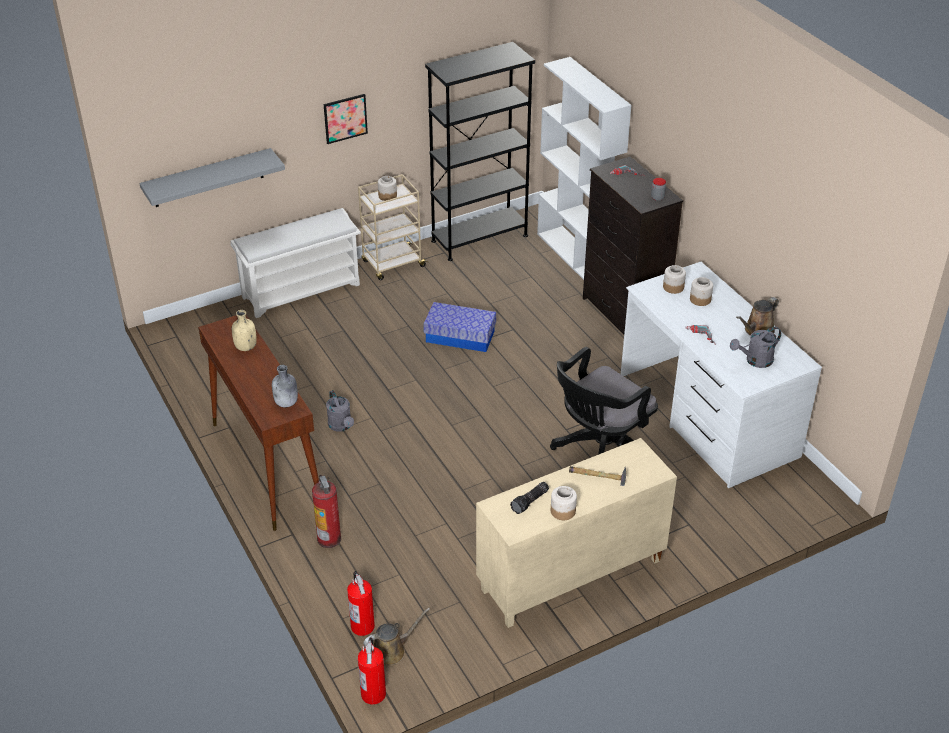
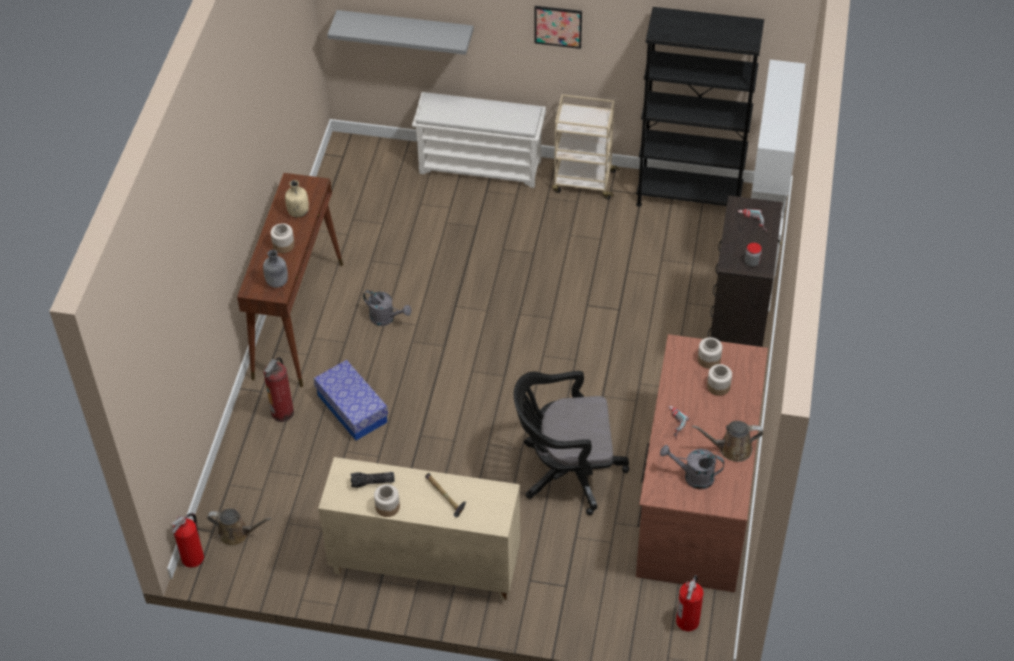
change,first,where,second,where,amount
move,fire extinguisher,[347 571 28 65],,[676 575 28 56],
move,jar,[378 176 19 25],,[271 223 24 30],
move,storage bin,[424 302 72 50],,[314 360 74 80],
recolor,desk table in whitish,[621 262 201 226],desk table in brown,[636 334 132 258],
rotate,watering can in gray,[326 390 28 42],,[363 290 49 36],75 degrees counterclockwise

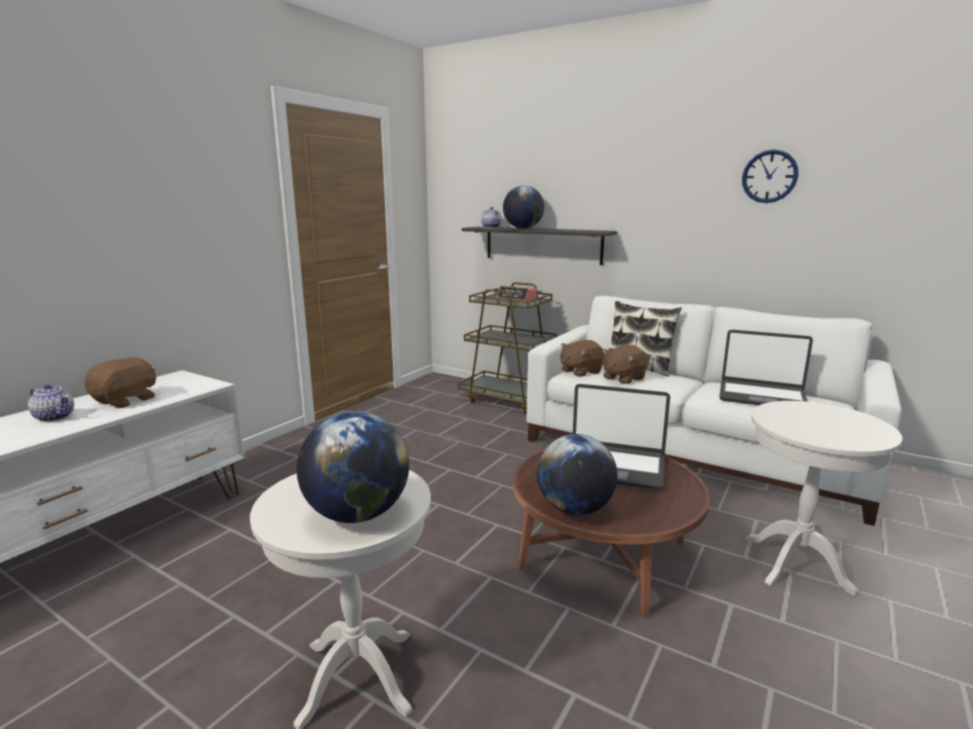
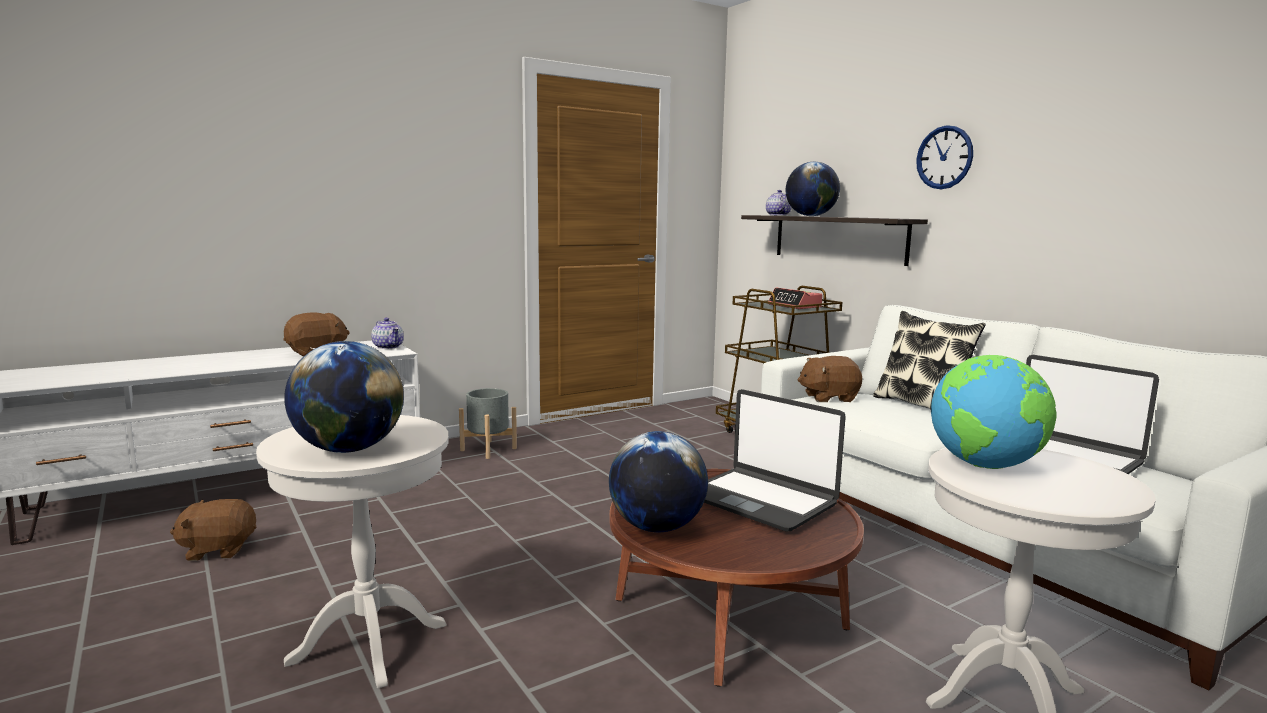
change,first,where,second,where,amount
insert,,,plant pot in gray,[459 388 58 71],
insert,,,world globe,[931 355 125 114],
move,tea pot,[28 384 46 38],,[371 318 33 31],
move,soft toy in brown,[602 345 47 39],,[170 499 87 62],
move,wall clock,[742 149 56 54],,[916 125 57 64],

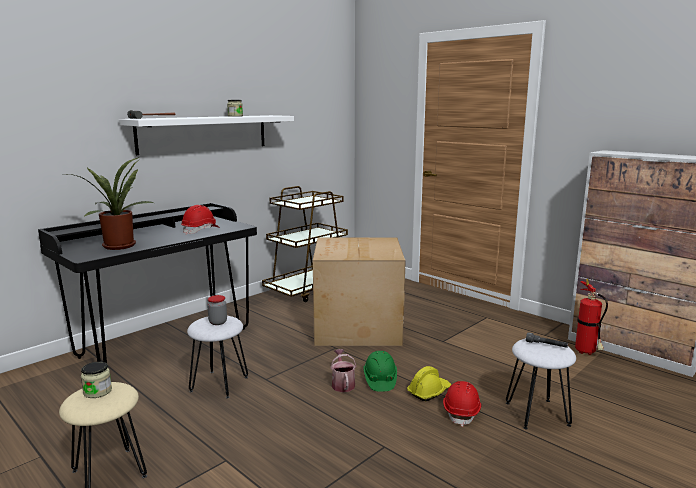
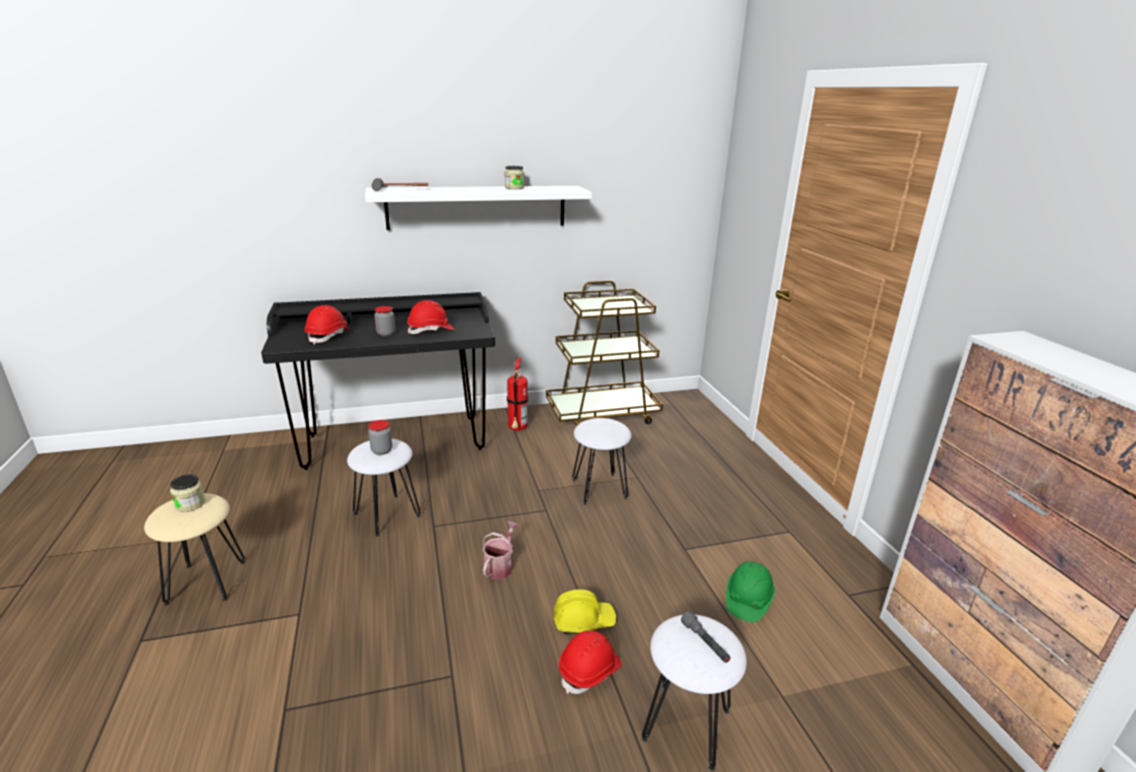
change,first,where,second,where,amount
insert,,,jar,[374 306 21 30],
move,safety helmet in greenish,[363 351 34 41],,[726 562 49 60],
move,fire extinguisher,[575 279 33 76],,[507 356 21 76],
replace,plant in a pot,[68 157 85 93],safety helmet in reddish,[305 305 47 40],
replace,cardboard box,[313 238 93 108],sitting stool in whitish,[572 418 60 87],

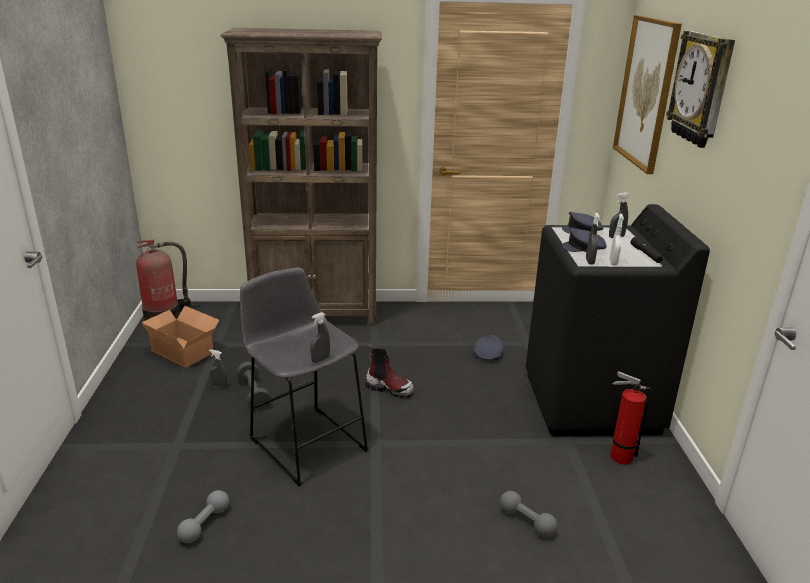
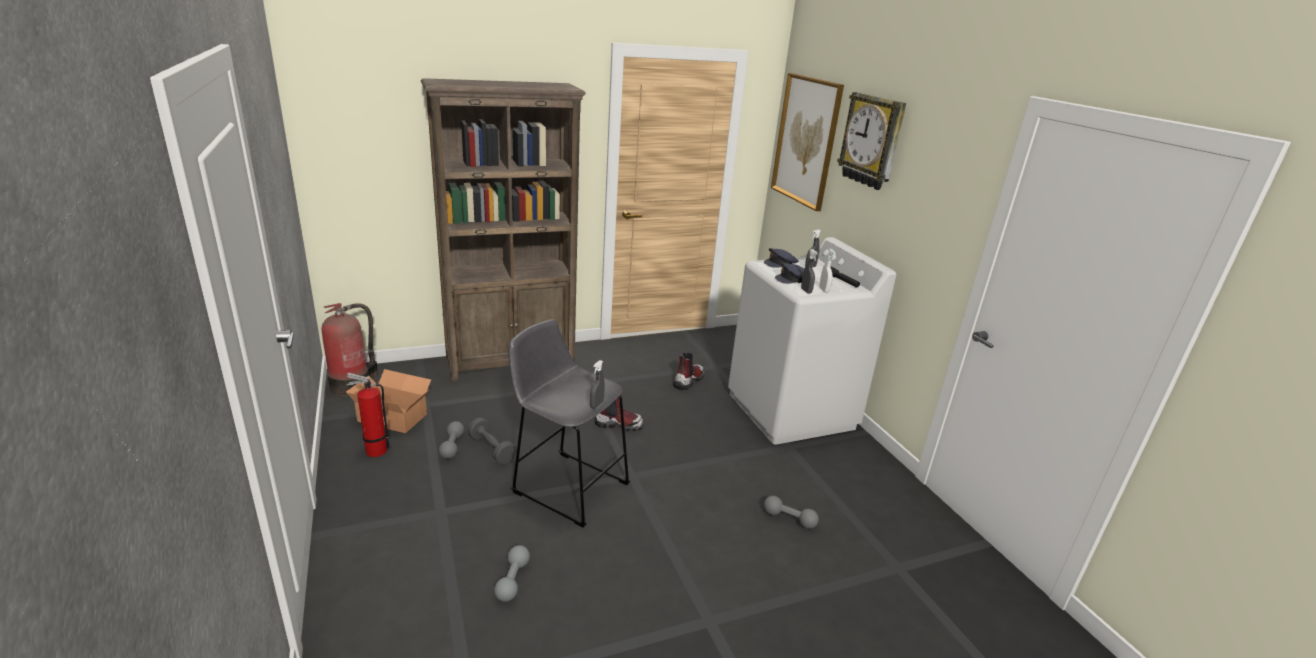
change,first,where,second,where,amount
move,fire extinguisher,[610 371 42 94],,[346 373 44 84],
replace,spray bottle in gray,[209 350 19 38],dumbbell in gray,[439 421 26 38],
replace,cap in gray,[474 335 30 25],tall boot,[673 352 31 39],
recolor,washing machine in black-coloured,[526 204 184 233],washing machine in whitish,[728 237 168 208],

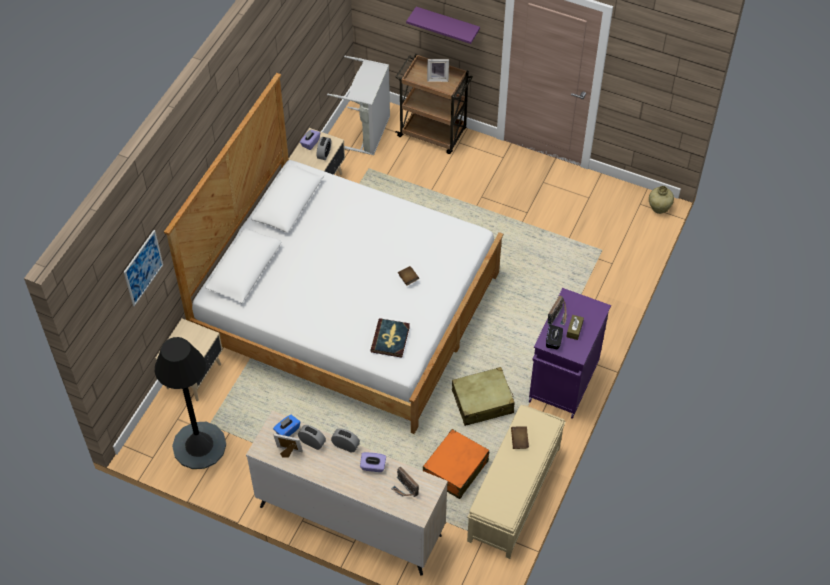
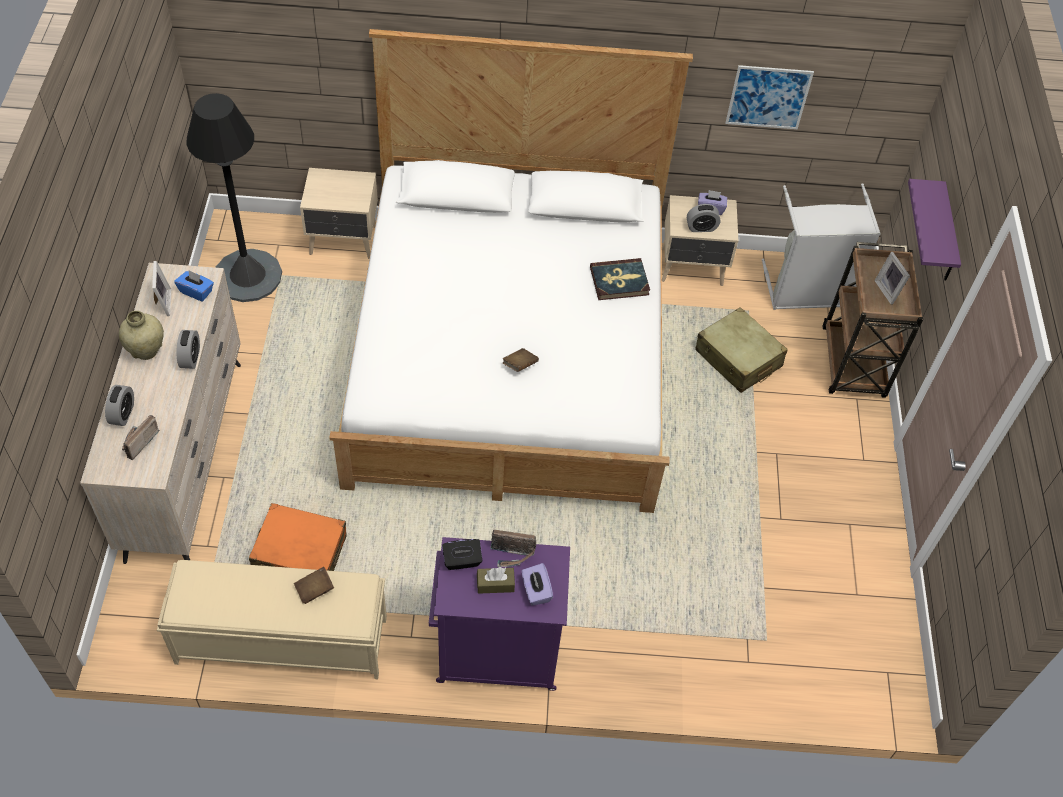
change,first,where,second,where,amount
move,wall picture,[124 230 39 76],,[725 65 89 64],
move,table clock,[298 425 28 25],,[105 385 29 41],
move,tissue box in purple-coloured,[360 452 26 20],,[522 563 31 43],
move,book,[370 318 40 40],,[590 258 60 42],
move,travel case in sand-coloured,[452 367 62 59],,[695 307 93 86],
move,decorative vase in sand-coloured,[649 186 25 28],,[119 311 45 49],

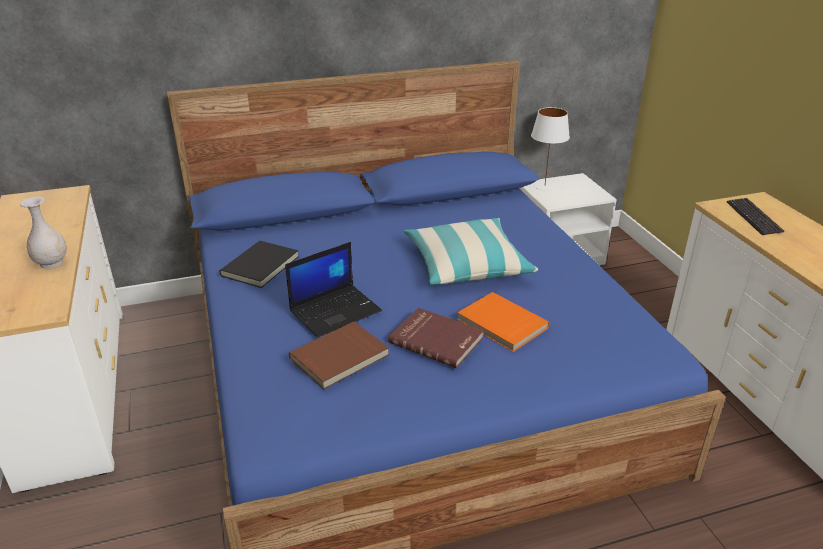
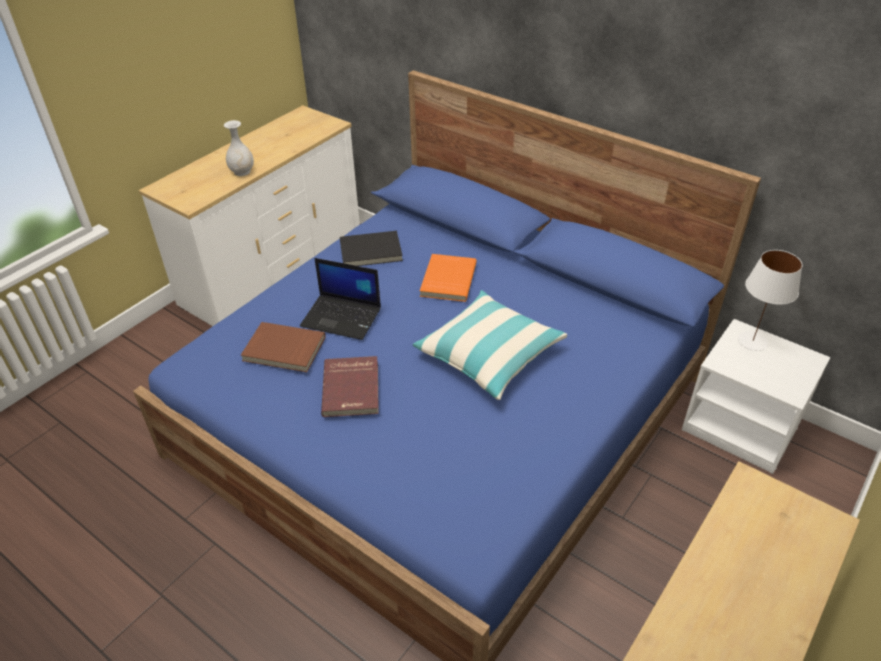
change,first,where,second,where,amount
delete,PC keyboard,[727 198 57 37],,,
move,book in orange-coloured,[457 292 92 60],,[420 254 57 48],

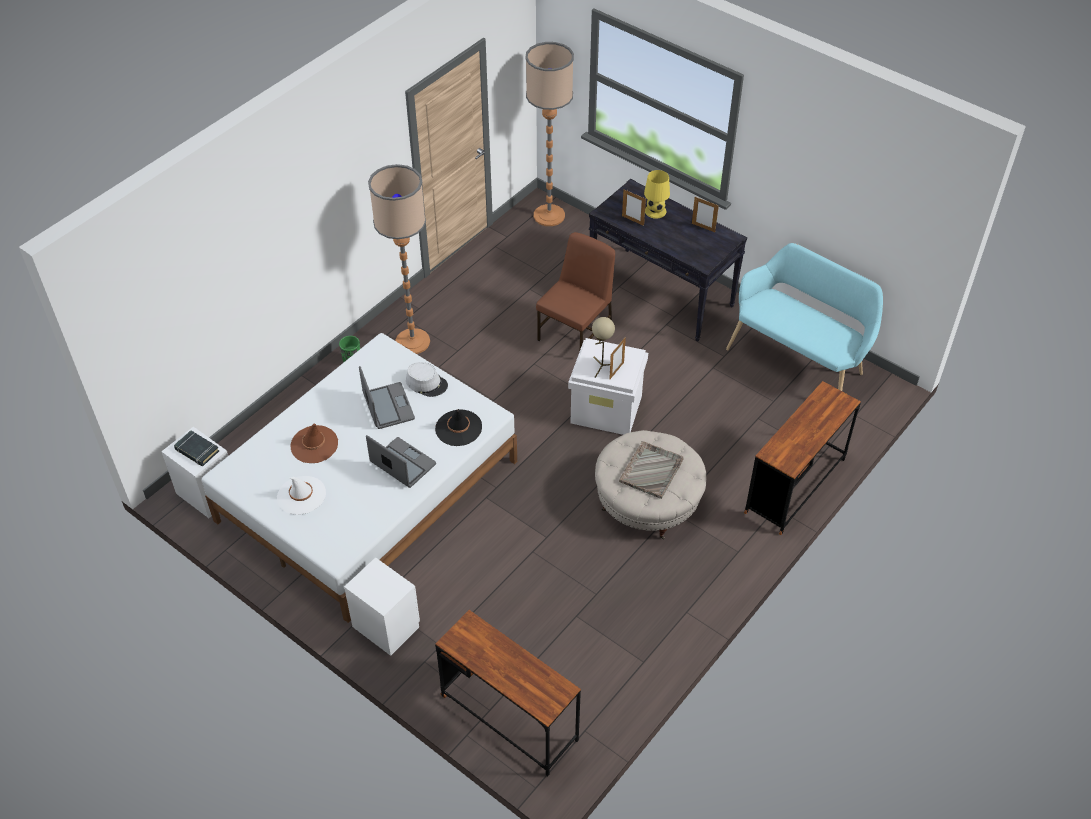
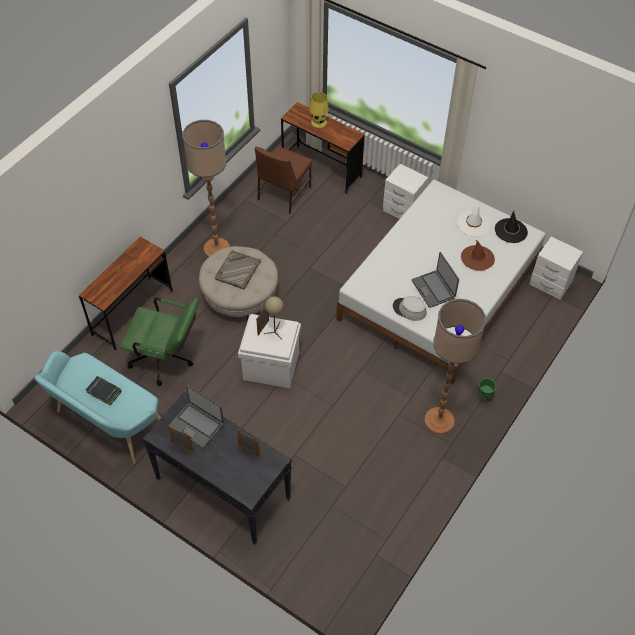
change,first,where,second,where,amount
insert,,,desk chair in greenish,[120 297 79 89],
move,book in black-coloured,[174 430 45 36],,[86 376 36 29],
move,portable computer,[366 435 70 53],,[169 385 55 63],
move,hat in black-coloured,[435 409 47 37],,[495 210 33 33],
move,floor lamp,[526 42 48 184],,[182 120 48 137],
move,chair in brown,[536 232 79 117],,[255 146 57 68],
move,table lamp in yellow-coloured,[644 170 26 49],,[310 92 19 36],

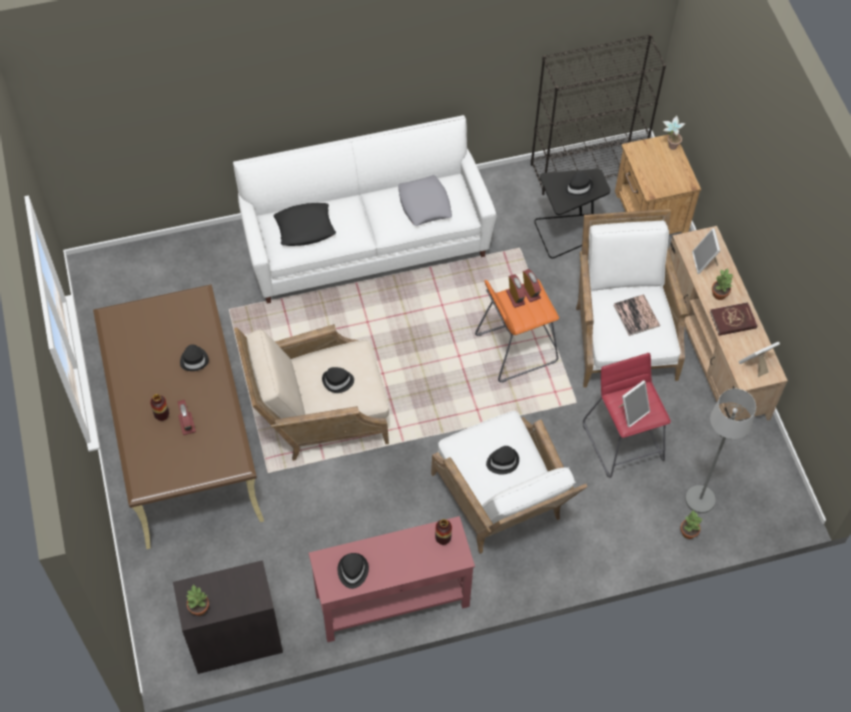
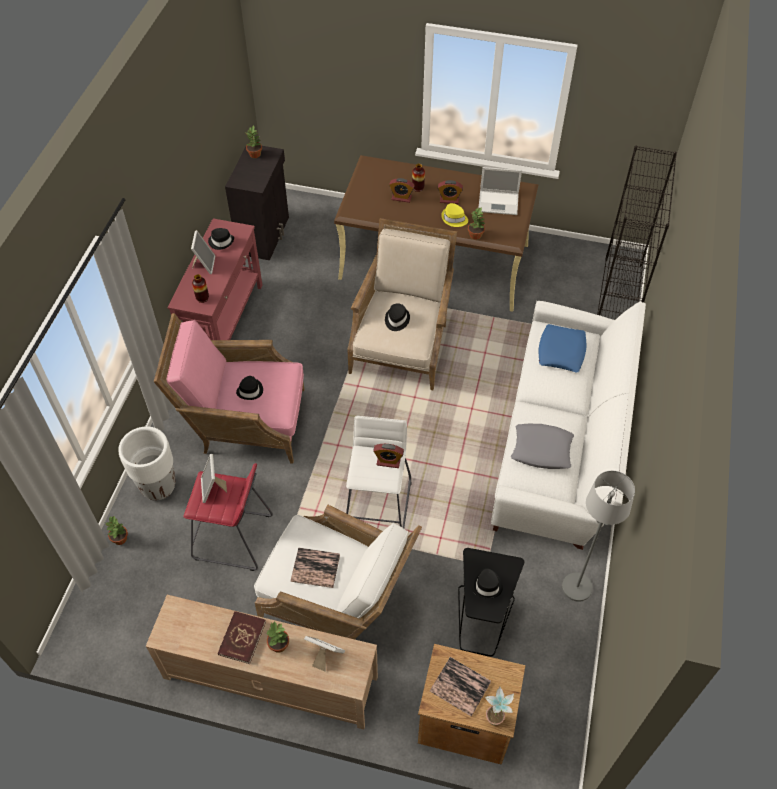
change,first,where,second,where,amount
insert,,,plant pot in whitish,[118 426 57 75],
insert,,,book,[430 657 61 59],
insert,,,plant in a pot,[468 207 17 33],
insert,,,portable computer,[478 167 44 48],
move,table clock,[522 269 19 33],,[438 180 25 24],
move,bookcase in black-coloured,[531 34 135 161],,[597 146 80 173],
move,floor lamp in gray,[685 389 71 124],,[562 471 73 131],
move,picture frame,[739 342 41 35],,[191 230 24 44],
recolor,hat in black-coloured,[180 344 29 27],hat in yellow-coloured,[441 203 27 24],
recolor,pillow in black-coloured,[273 203 63 43],pillow in bluish,[538 324 49 49],
recolor,armchair in whitish,[431 411 156 143],armchair in pink-coloured,[154 313 150 151],
recolor,sitting stool in orange-coloured,[475 279 84 104],sitting stool in whitish,[346 416 66 112],

